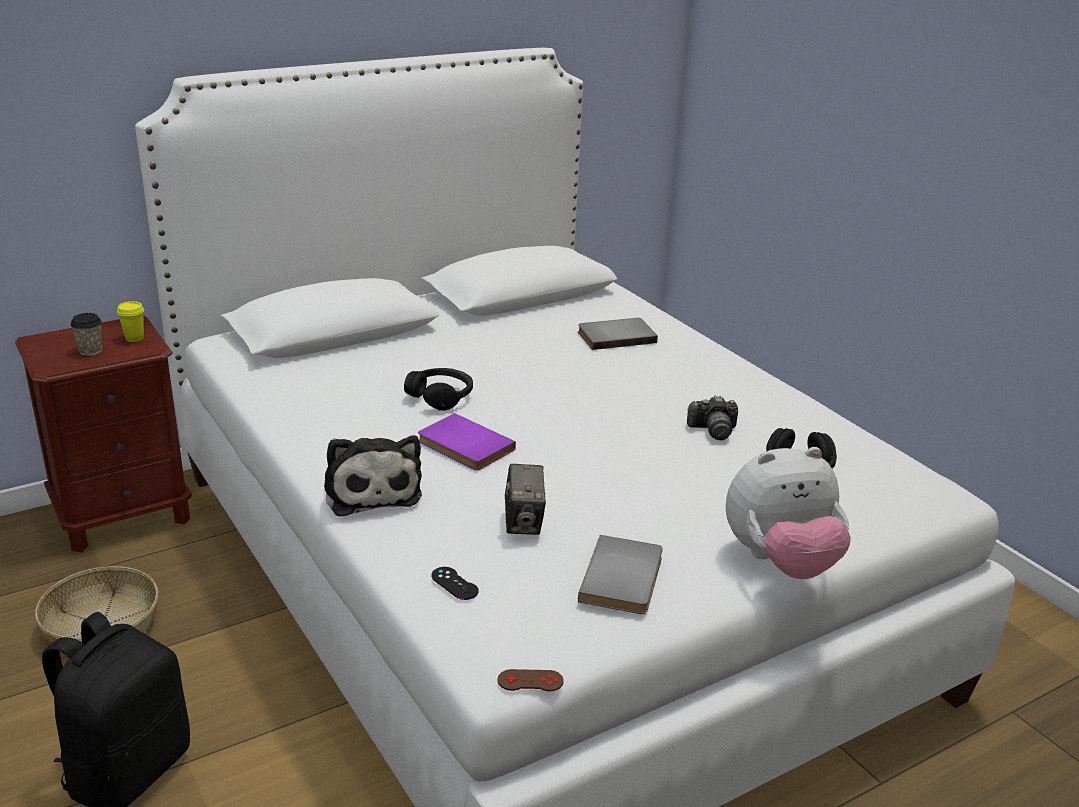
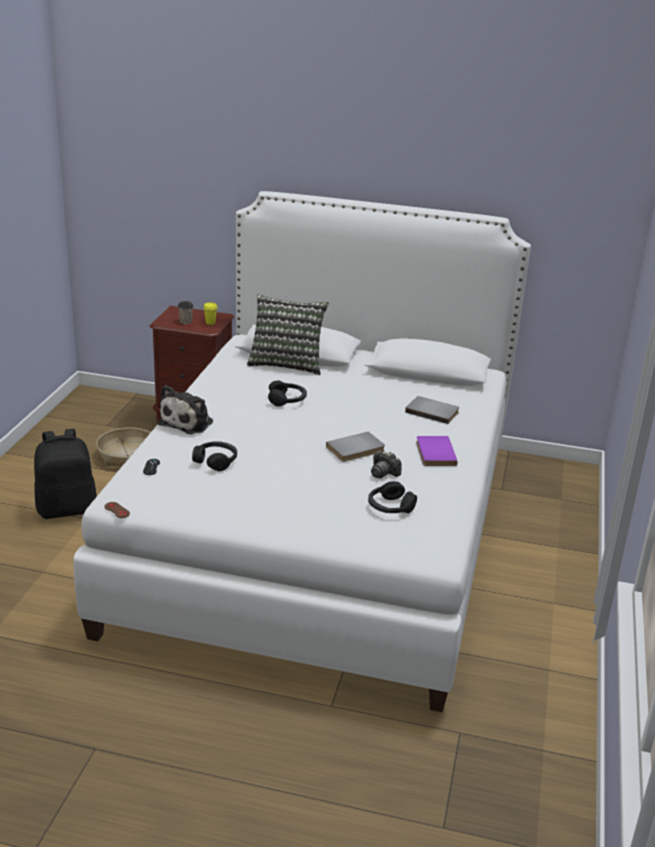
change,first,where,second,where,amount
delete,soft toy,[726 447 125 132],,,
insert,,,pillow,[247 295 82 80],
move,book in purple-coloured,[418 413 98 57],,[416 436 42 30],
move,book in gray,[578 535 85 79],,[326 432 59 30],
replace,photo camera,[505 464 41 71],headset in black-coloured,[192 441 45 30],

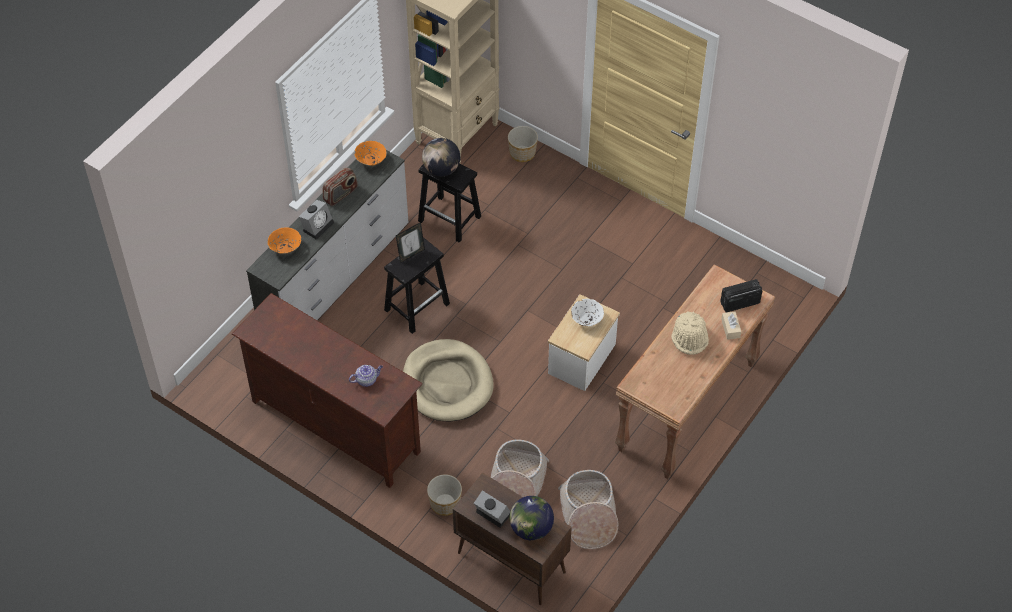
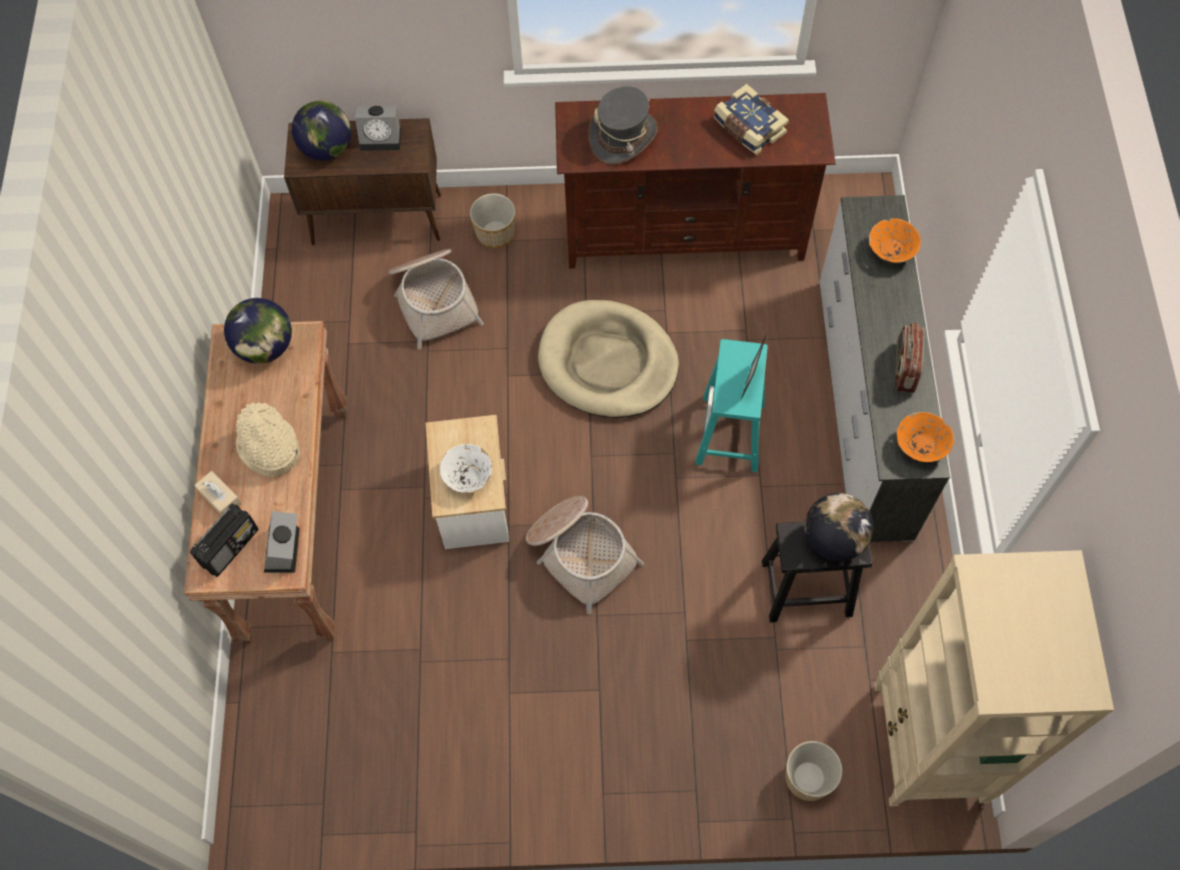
change,first,where,second,where,amount
insert,,,world globe,[224 298 68 66],
insert,,,book,[714 84 75 71],
move,table clock,[299 200 35 40],,[264 511 36 62],
move,storage basket,[558 470 60 79],,[526 496 118 118],
replace,tea pot,[349 365 34 22],hat in gray,[588 86 70 79],
recolor,sitting stool in black-coloured,[384 238 66 96],sitting stool in blue-green,[695 339 73 133],

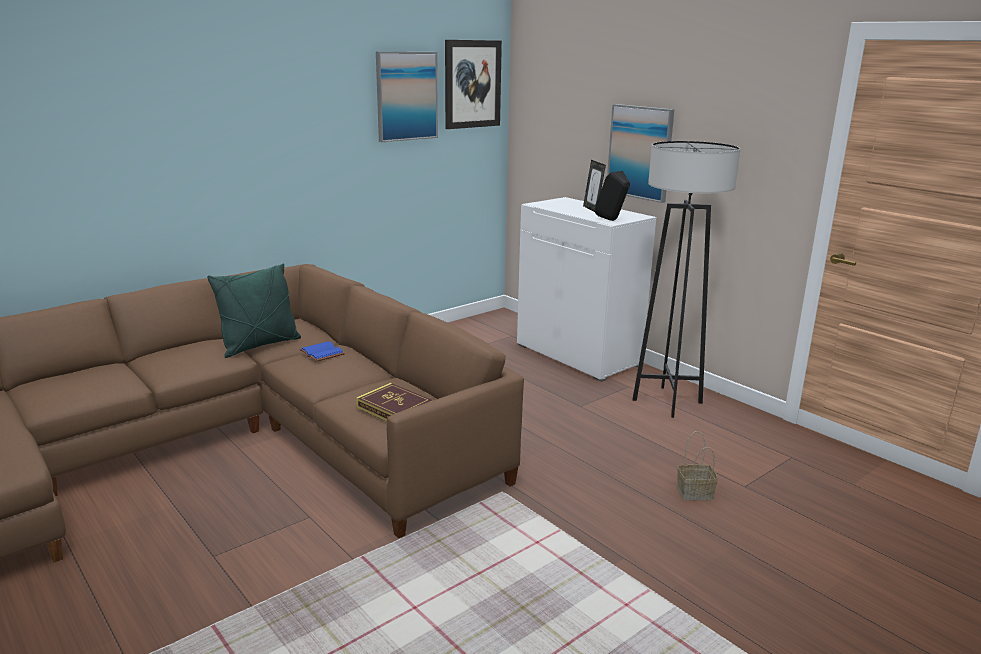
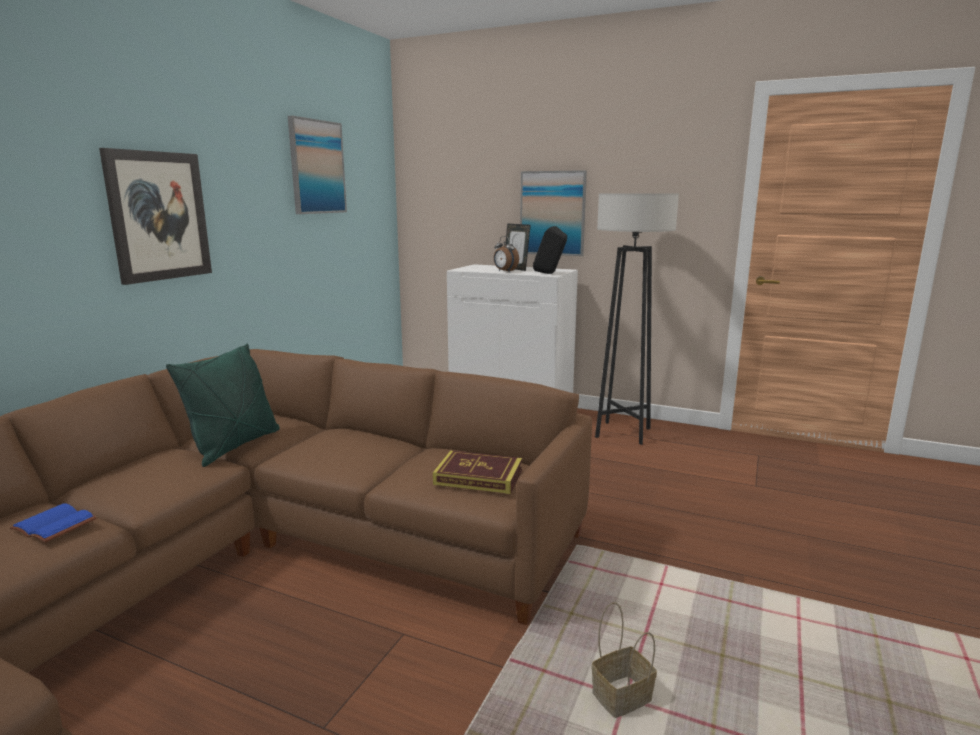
change,first,where,second,where,amount
insert,,,table clock,[494 236 25 36],
move,book in bluish,[300 341 45 21],,[10 504 87 39],
move,wall picture,[445 40 57 89],,[99 148 113 137],
move,storage basket,[677 431 41 70],,[592 602 65 116],

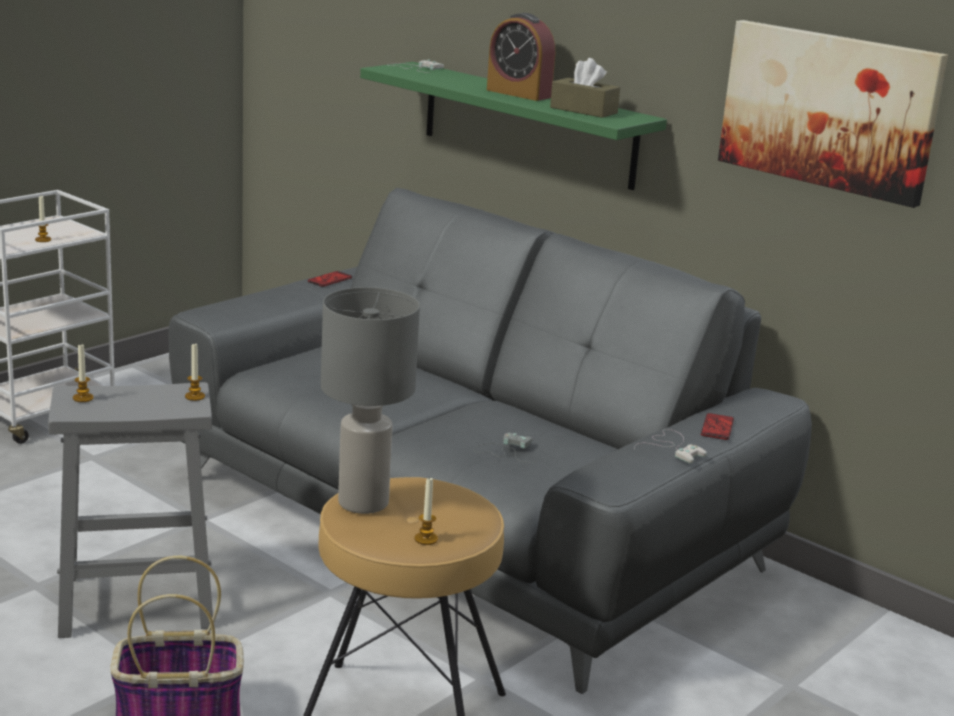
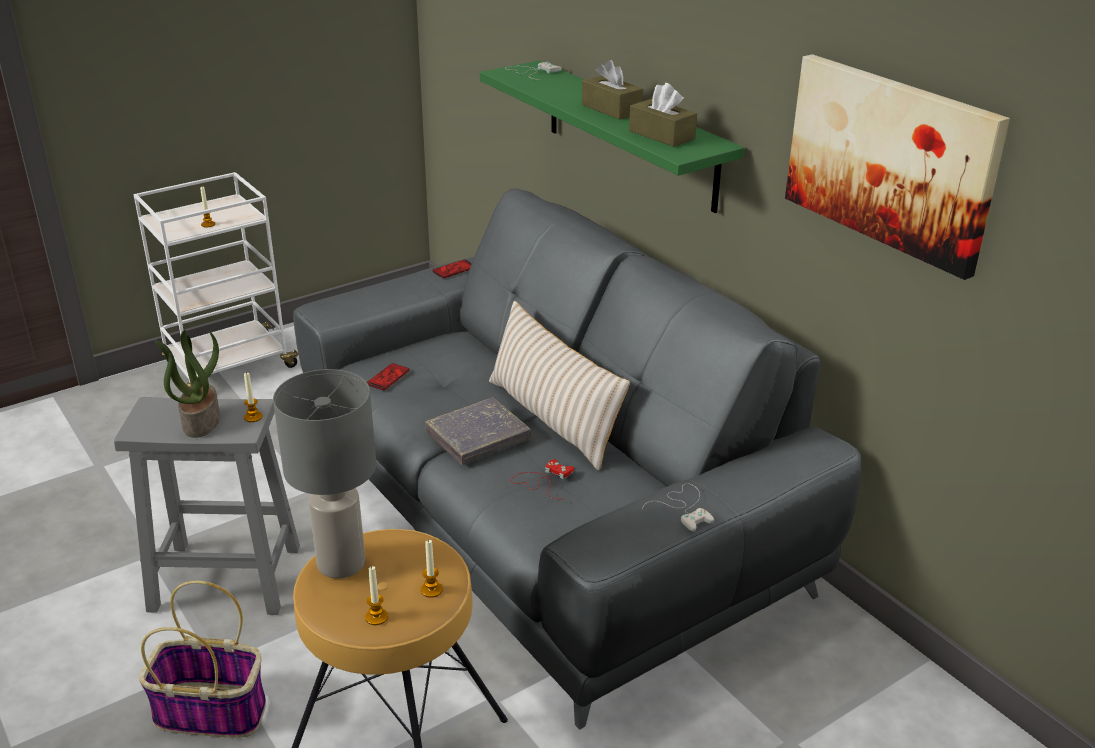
change,first,where,second,where,amount
insert,,,plant in a pot,[155 330 65 108],
insert,,,book in gray,[425 397 106 68],
insert,,,pillow in sand-coloured,[489 301 141 170],
move,wax candle,[73 345 21 57],,[421 539 22 59],
move,phone,[701 413 33 27],,[367 363 42 27],
replace,table clock,[487 13 68 88],tissue box in brown,[582 60 61 60],
recolor,game controller in gray,[474 432 59 31],game controller in reddish,[511 459 64 40],

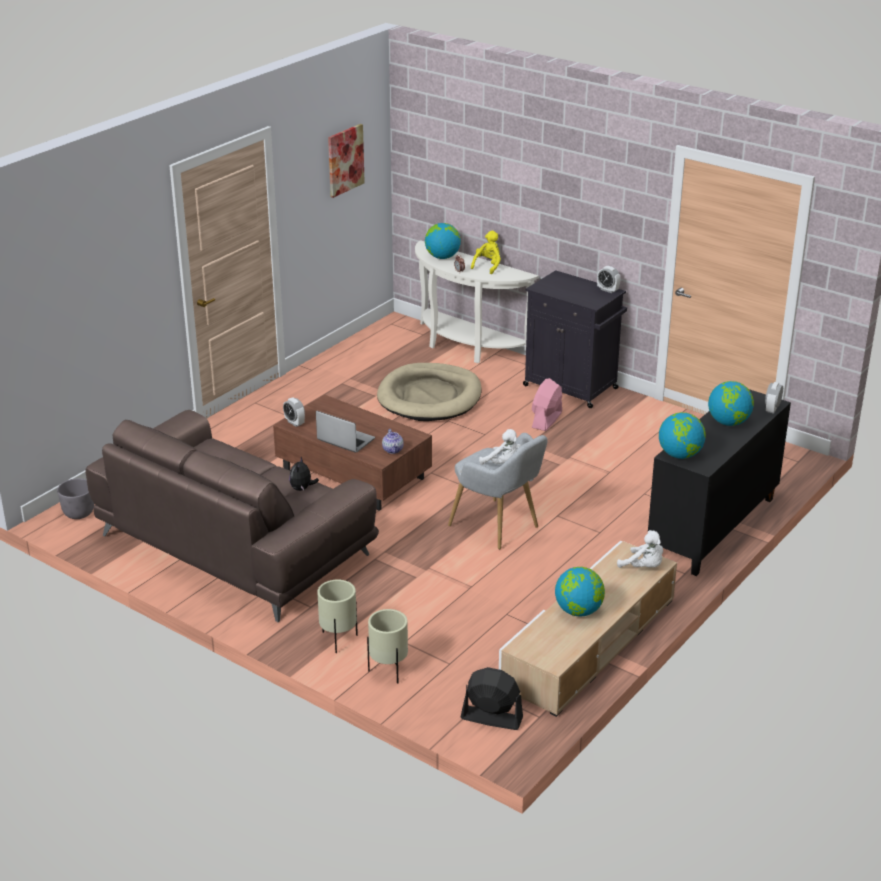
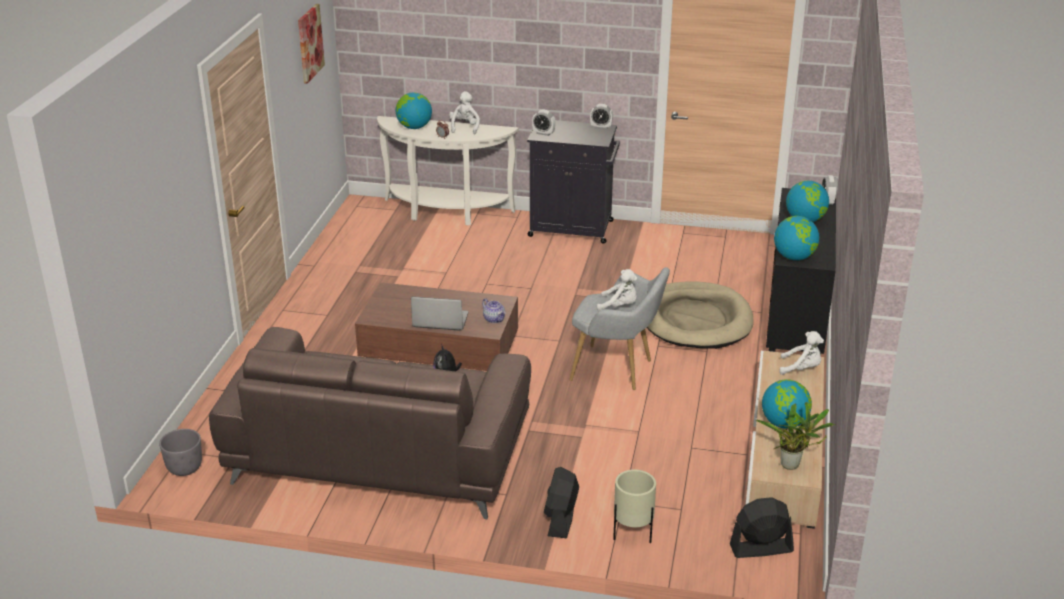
change,first,where,second,where,amount
delete,fan in pink-coloured,[532 378 30 53],,,
insert,,,plant in a pot,[755 402 80 68],
move,table clock,[283 398 22 29],,[532 109 24 27],
move,dog cushion in sand-coloured,[377 363 105 58],,[647 282 107 67],
replace,plant pot in sand-coloured,[317 580 41 73],fan in black-coloured,[544 467 35 71],
recolor,soft toy in yellow-coloured,[471 230 30 44],soft toy in whitish,[449 91 31 43],

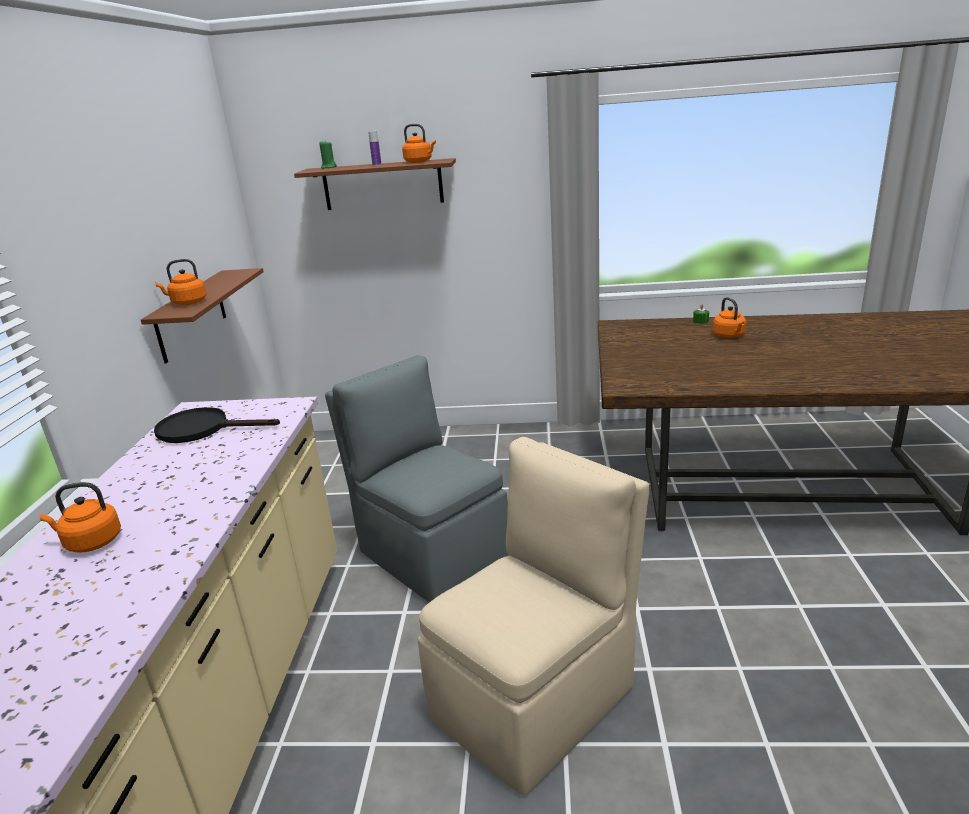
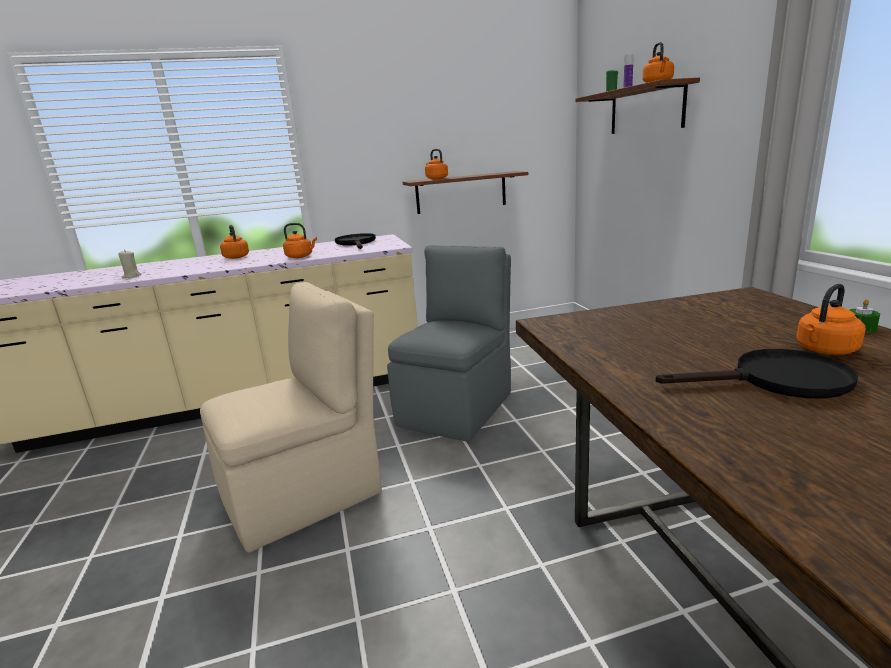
change,first,where,second,where,amount
insert,,,wax candle in sand-coloured,[118 250 23 28],
insert,,,kettle in orange-coloured,[283 223 34 35],
insert,,,frying pan in black-coloured,[656 349 202 50],
rotate,chair in sand-coloured,[418 437 232 359],,[200 282 182 270],60 degrees counterclockwise

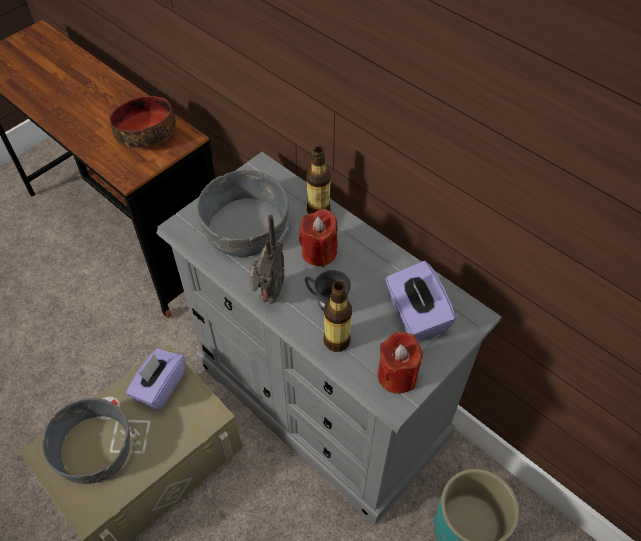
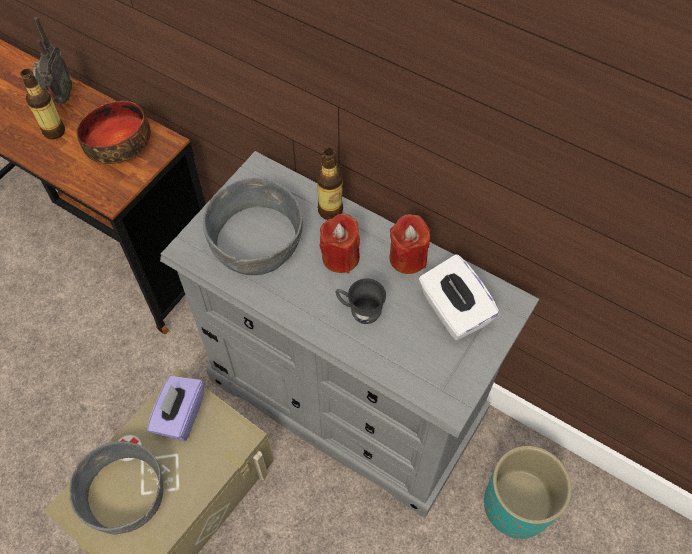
change,first,where,second,where,amount
move,radio receiver,[250 215 35 89],,[33 17 39 87],
move,beverage bottle,[323 281 29 71],,[20 69 45 70],
move,wax candle in reddish,[378 332 45 62],,[389 214 41 60],
recolor,tissue box in purple-coloured,[385 261 71 80],tissue box in whitish,[419 254 80 86],

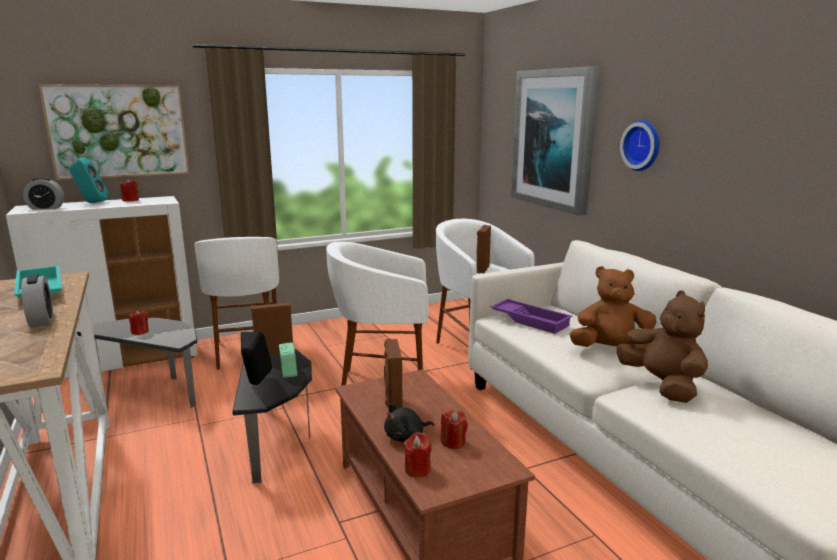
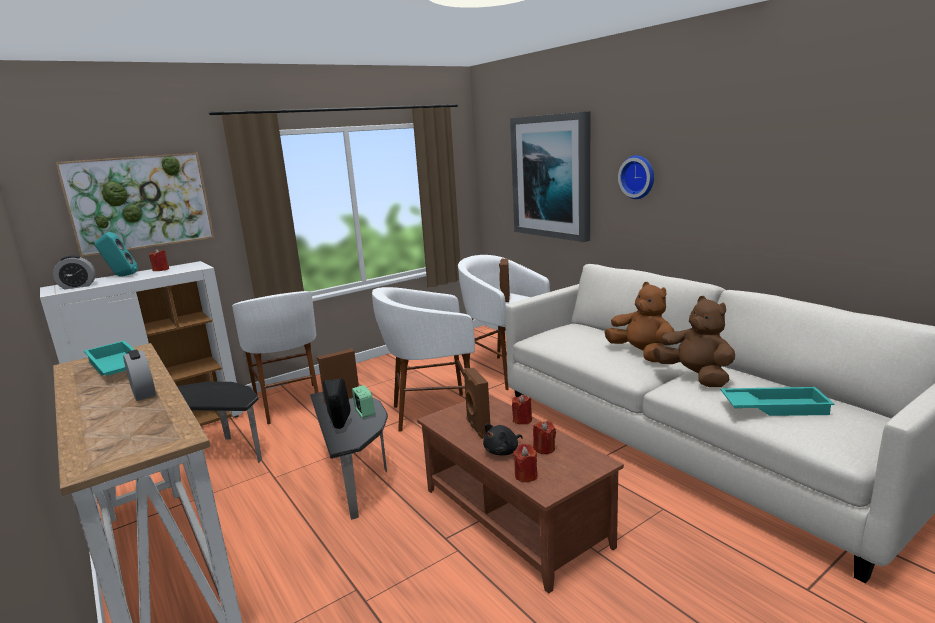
change,first,where,second,where,amount
delete,tray in purple-coloured,[490 299 82 35],,,
insert,,,tray in blue-green,[720 387 115 29],
move,wax candle in reddish,[129 310 20 25],,[512 394 20 31],
rotate,soft toy in brown,[569 266 87 83],,[605 282 69 80],60 degrees clockwise

